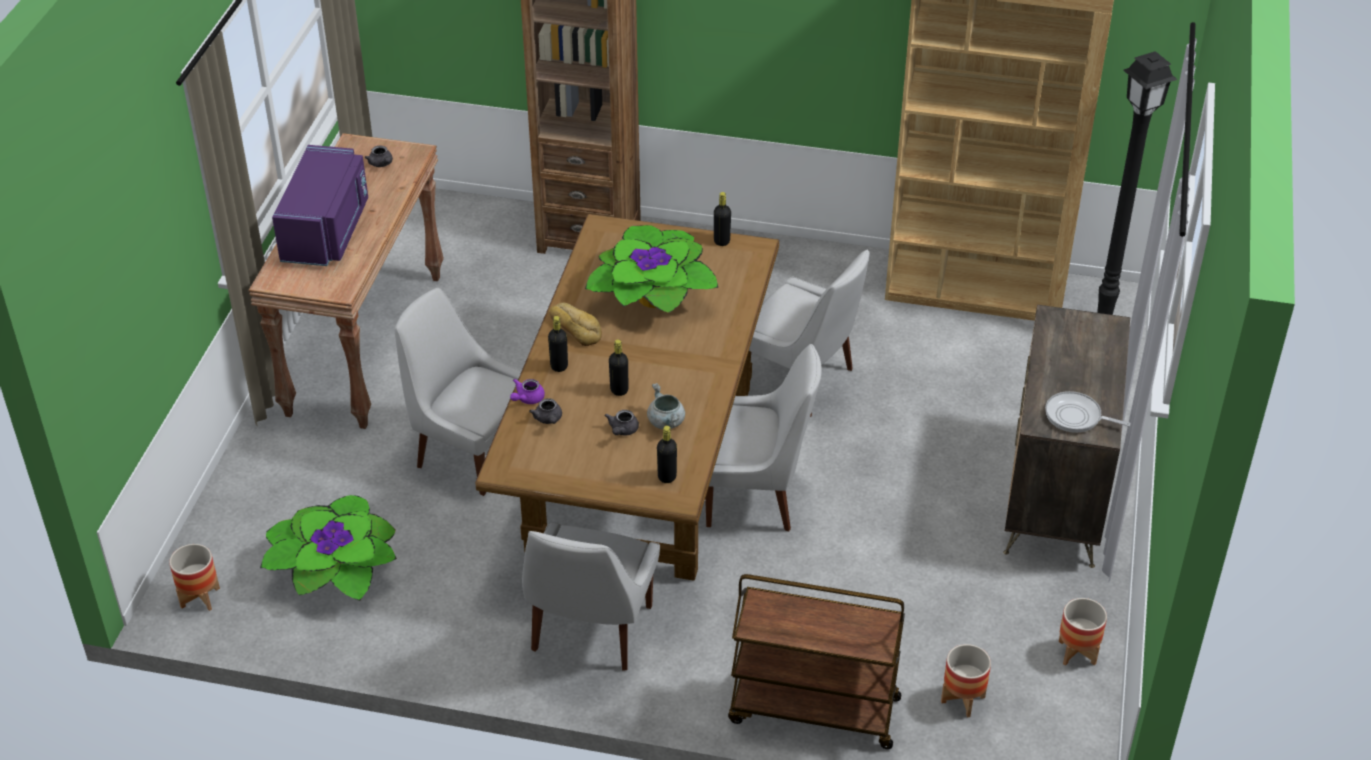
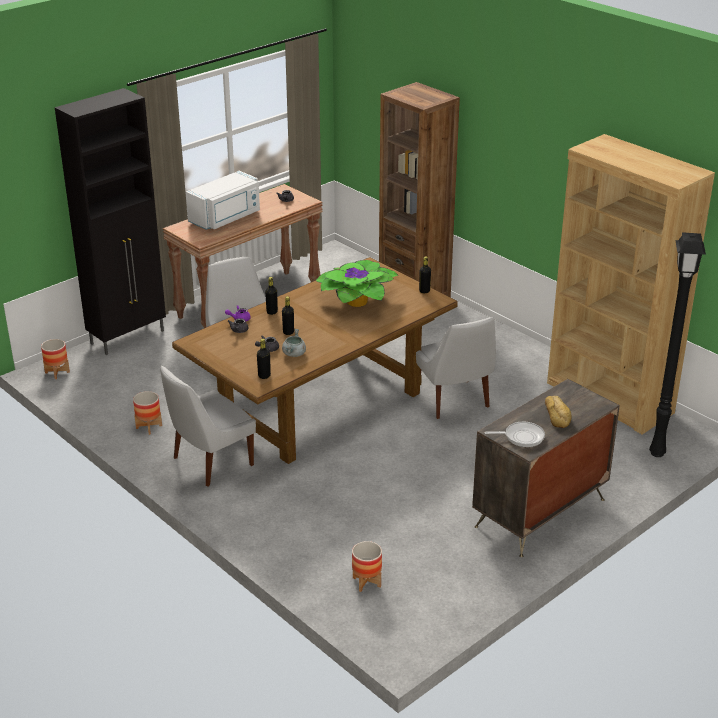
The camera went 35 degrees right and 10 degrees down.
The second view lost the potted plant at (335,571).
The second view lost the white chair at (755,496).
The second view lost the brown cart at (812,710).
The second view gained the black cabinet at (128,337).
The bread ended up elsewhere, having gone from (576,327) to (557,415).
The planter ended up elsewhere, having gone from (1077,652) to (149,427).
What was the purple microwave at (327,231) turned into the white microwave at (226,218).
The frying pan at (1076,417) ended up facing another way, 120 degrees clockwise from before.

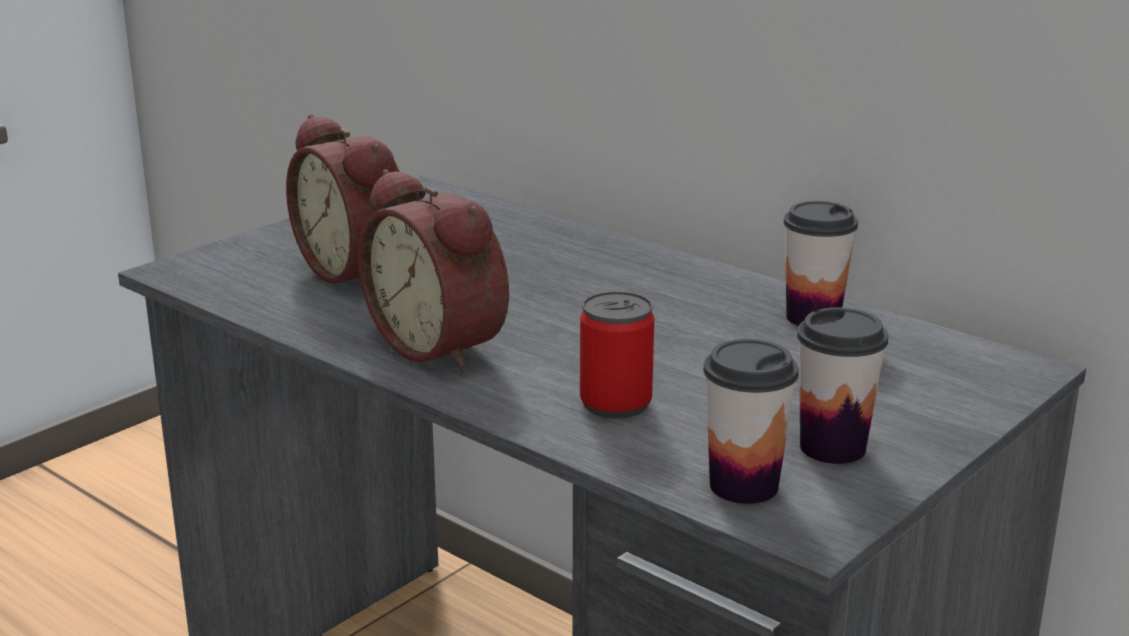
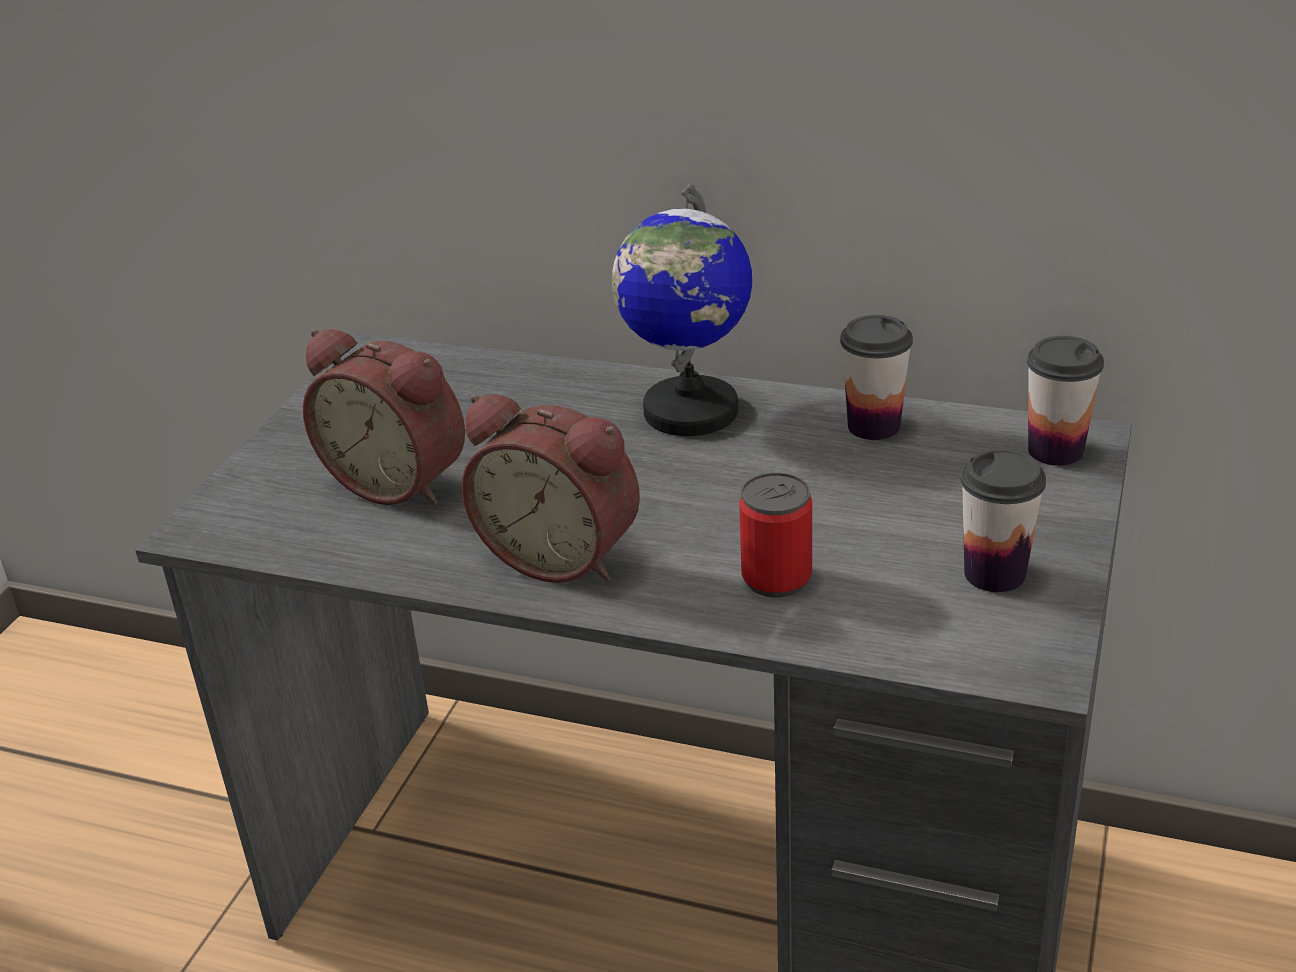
The camera went 20 degrees left and 10 degrees up.
The second view gained the globe at (689,411).
The cup ended up elsewhere, having gone from (743,486) to (1055,451).

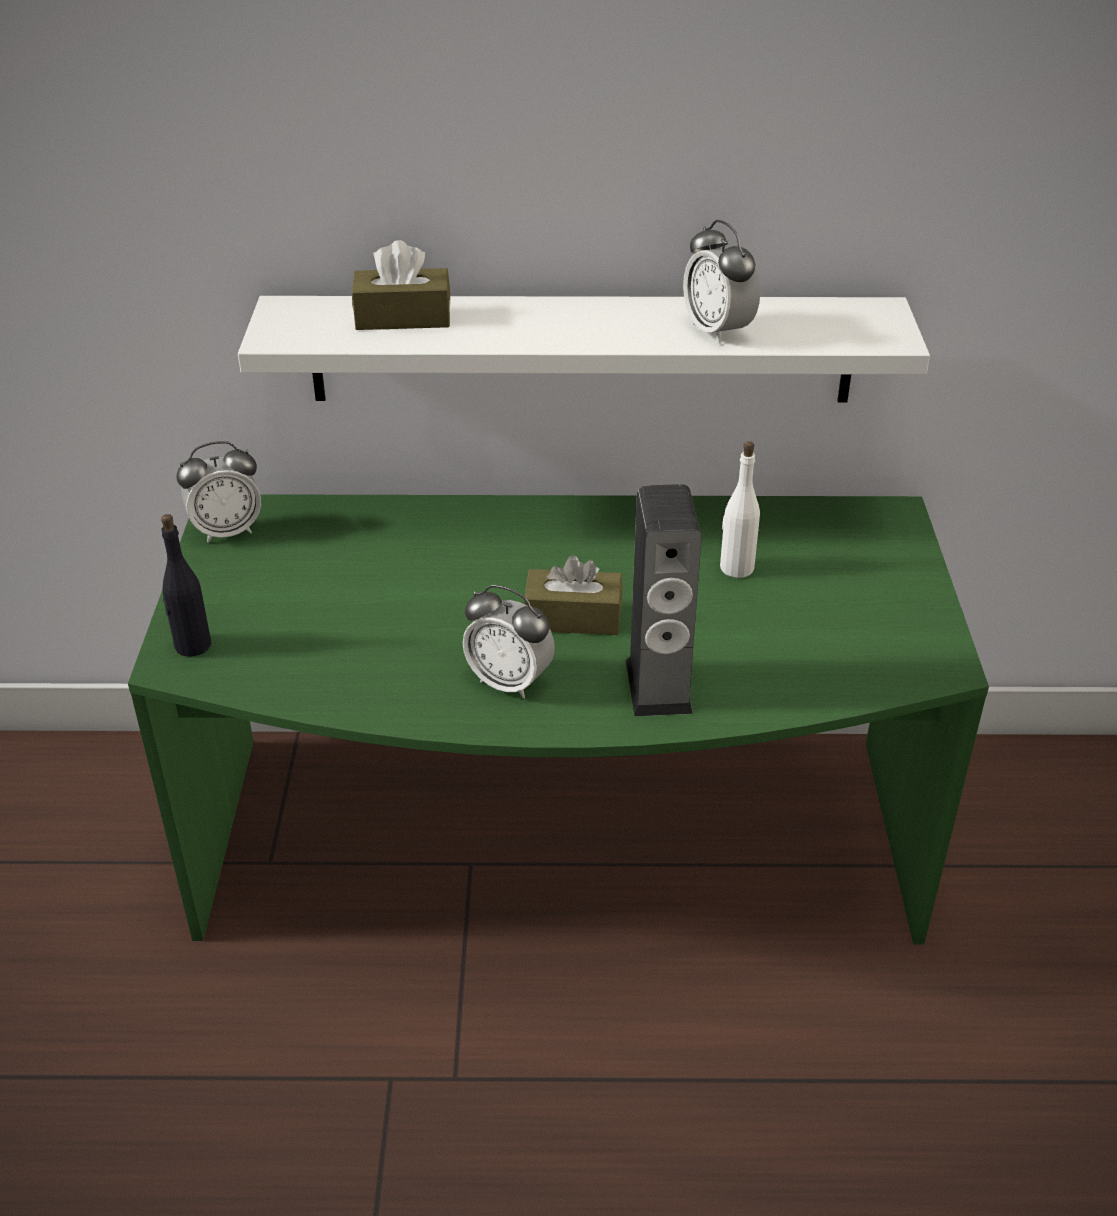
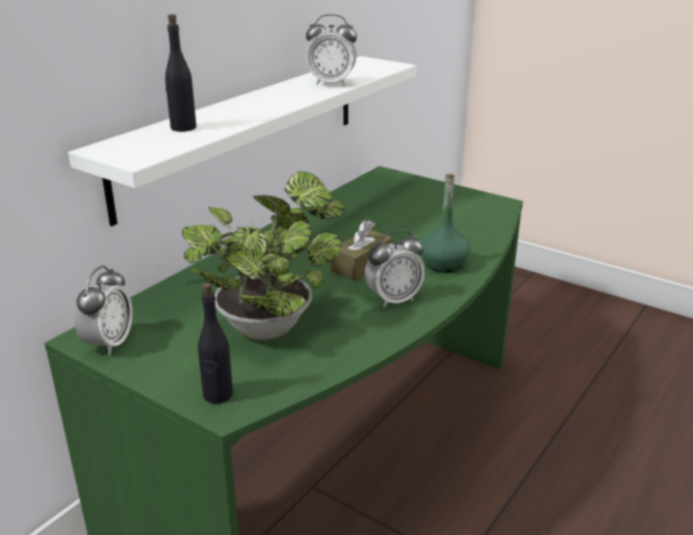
The camera went 55 degrees left and 10 degrees down.
The second view lost the white bottle at (736,568).
The second view gained the potted plant at (270,324).
Where the brown tissue box stood at (403,317), the black bottle came to stand at (183,128).
Where the speaker stood at (658,686), the green bottle came to stand at (443,264).

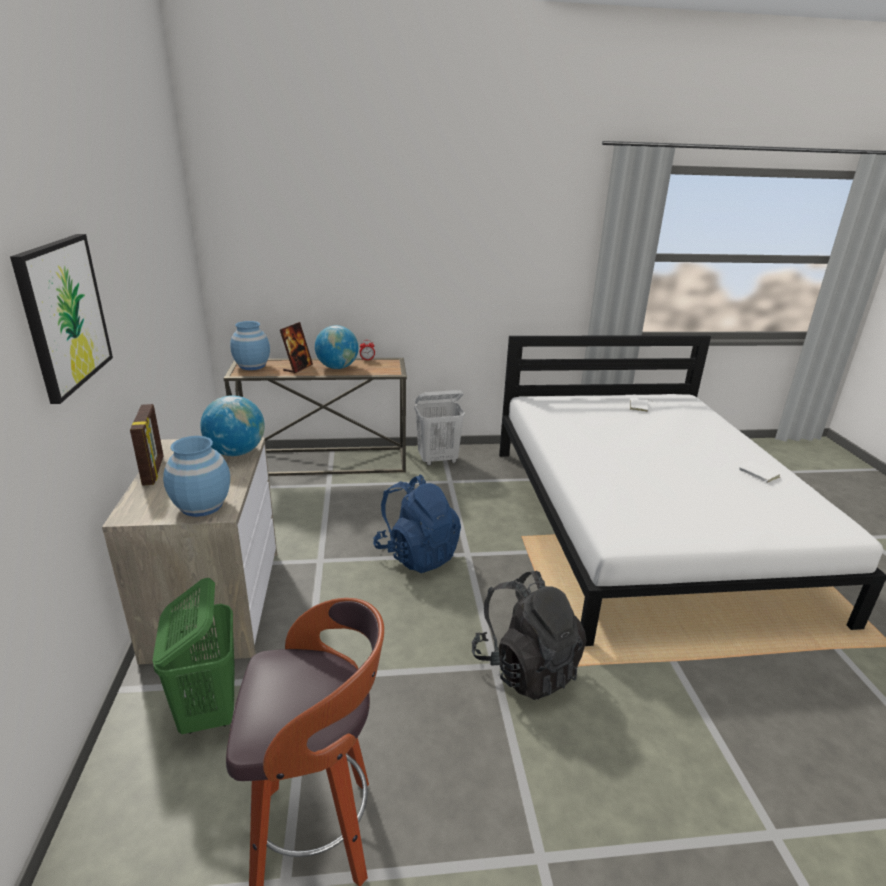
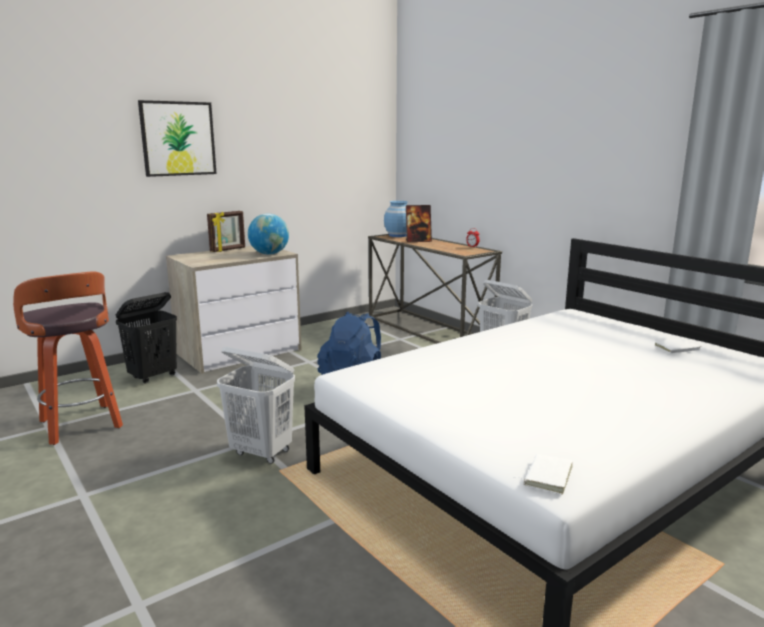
The camera went 60 degrees right and 10 degrees down.
The second view lost the blue vase at (202,506).
The second view lost the globe at (337,367).
The white book ended up elsewhere, having gone from (758,474) to (546,476).
Where the black backpack stood at (526,667), the white laundry basket came to stand at (261,452).
What was the green laundry basket at (209,710) turned into the black laundry basket at (153,376).

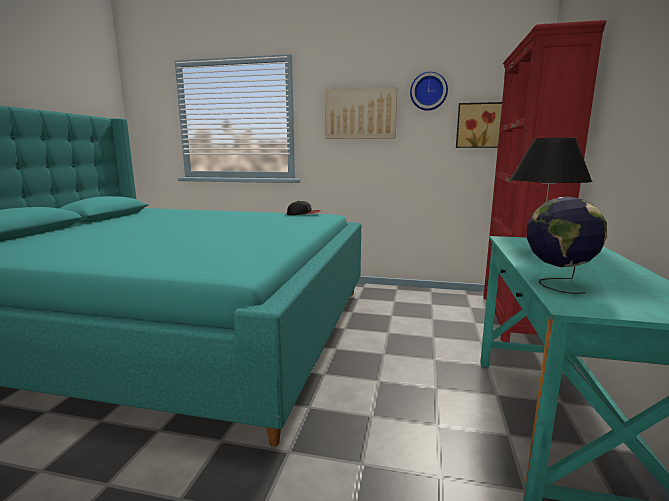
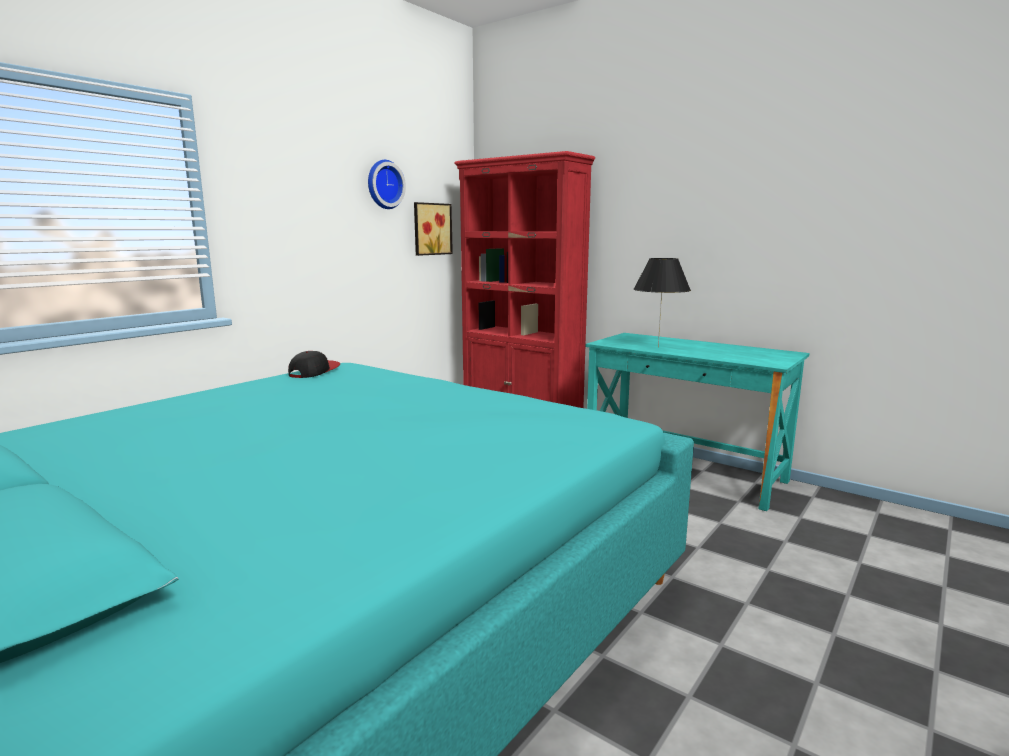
The camera went 65 degrees left and 0 degrees up.
The second view lost the picture at (360,114).
The second view lost the globe at (557,283).

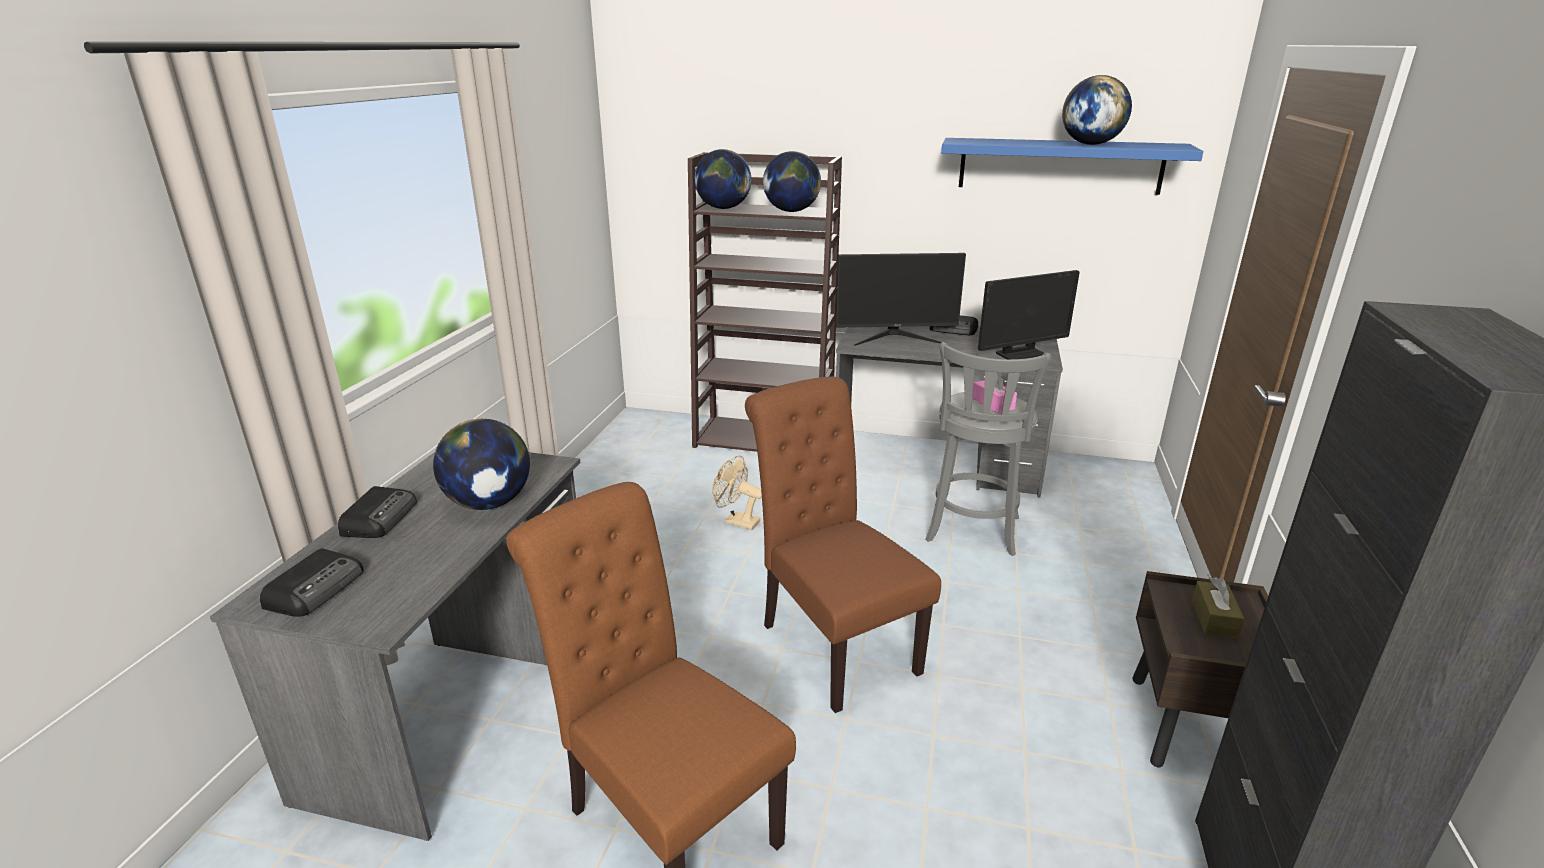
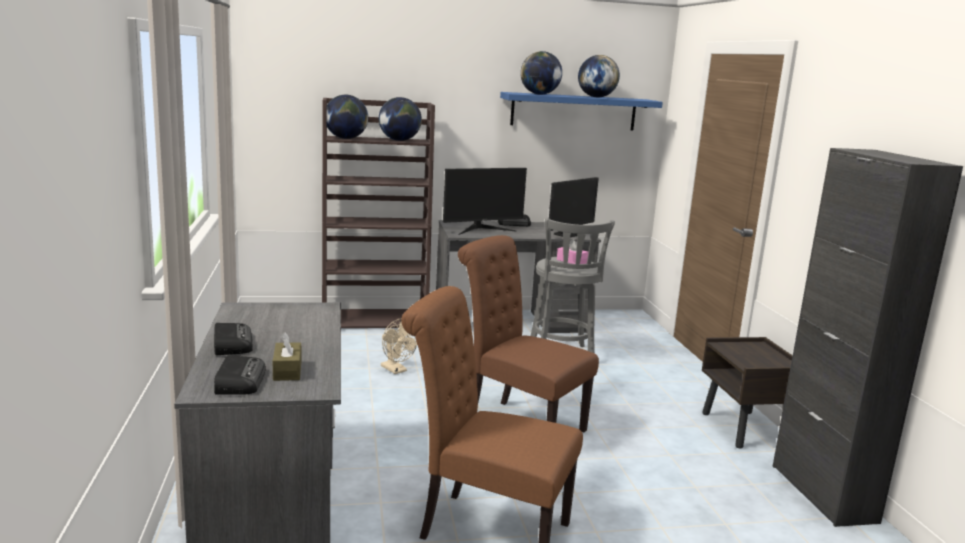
The camera went 25 degrees left and 10 degrees down.
The globe ended up elsewhere, having gone from (489,503) to (539,94).
The brown tissue box ended up elsewhere, having gone from (1214,619) to (287,370).
The beige fan at (736,521) ended up facing another way, 135 degrees counterclockwise from before.

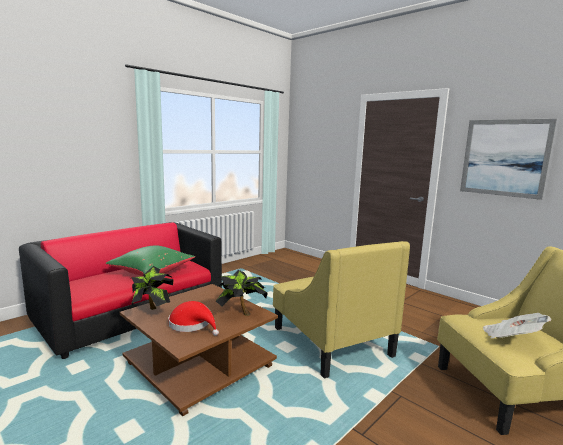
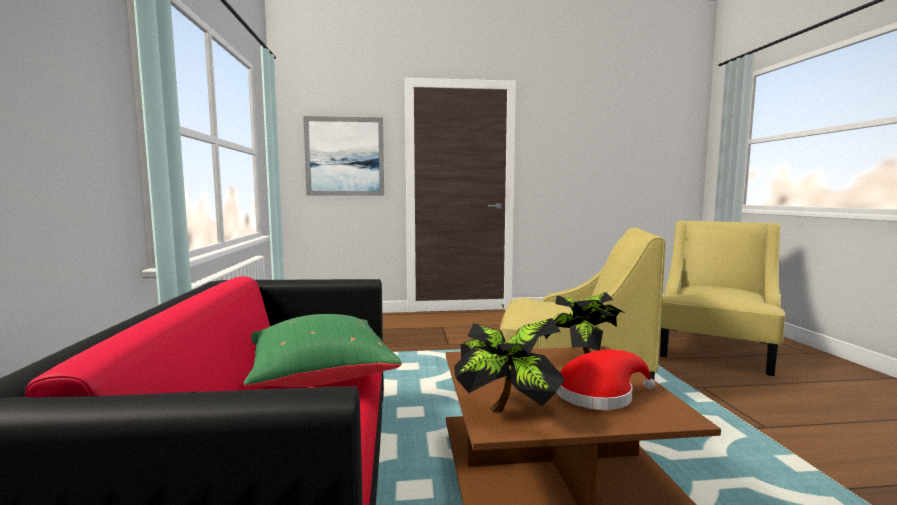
The camera went 50 degrees left and 5 degrees down.
The second view lost the newspaper at (511,338).
The picture ended up elsewhere, having gone from (504,158) to (344,156).

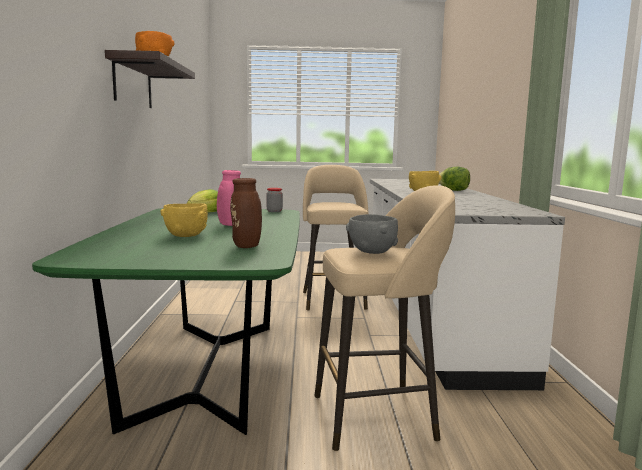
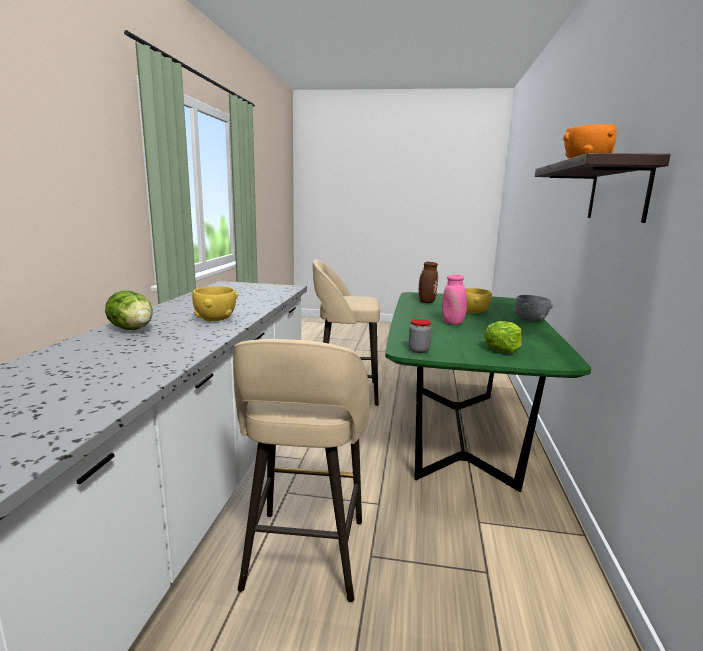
The camera went 170 degrees left and 5 degrees up.
The grey bowl ended up elsewhere, having gone from (372,252) to (530,320).

